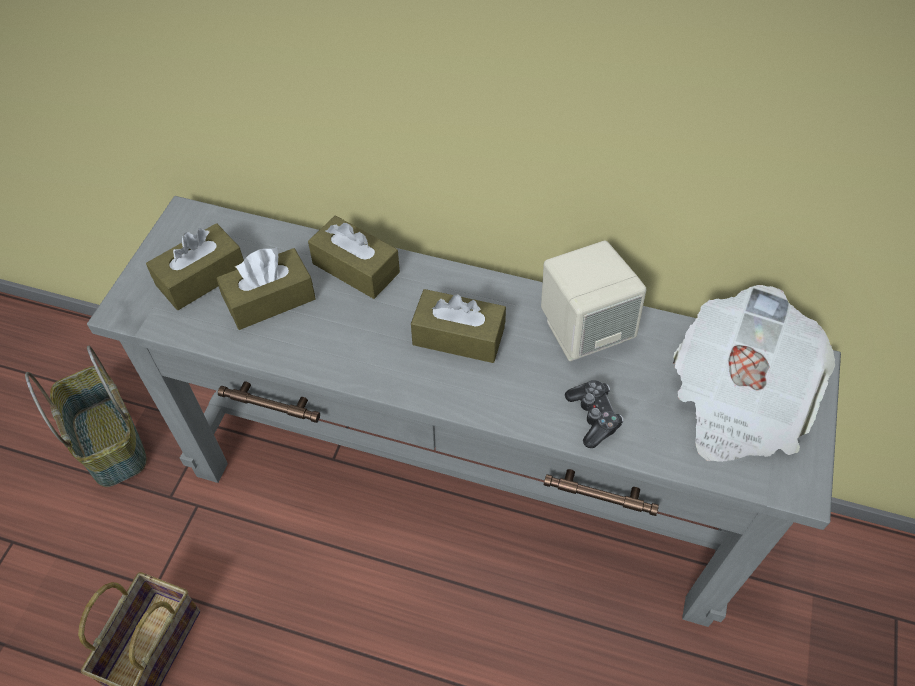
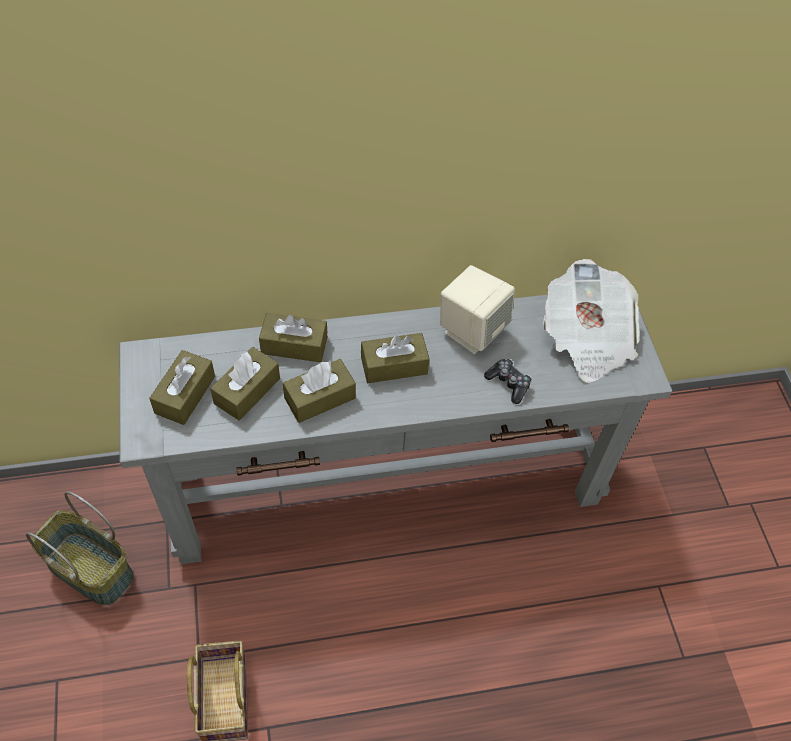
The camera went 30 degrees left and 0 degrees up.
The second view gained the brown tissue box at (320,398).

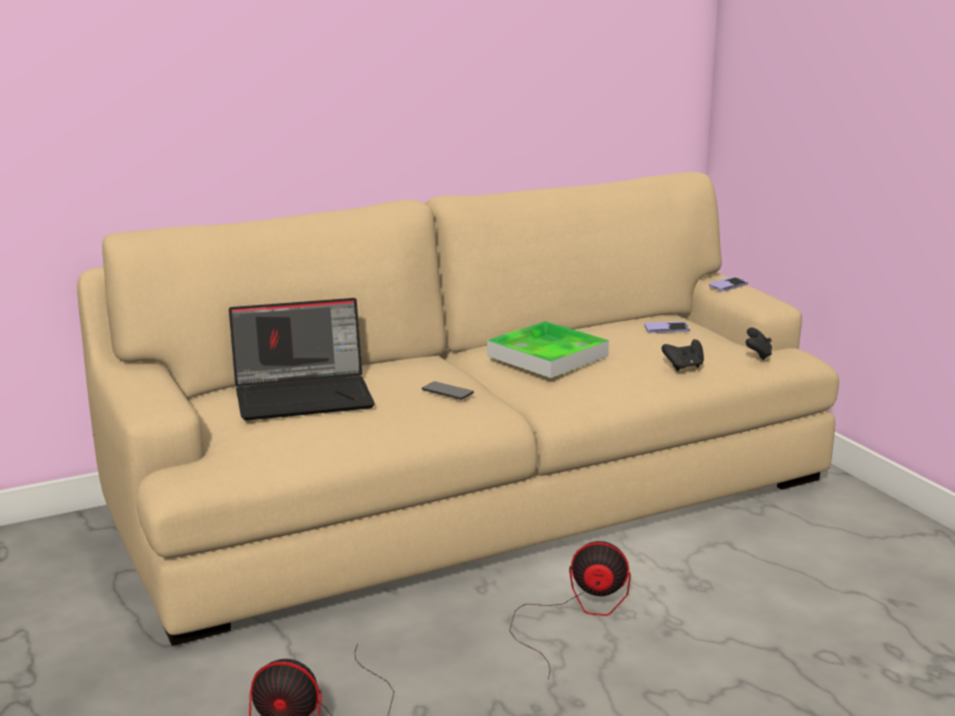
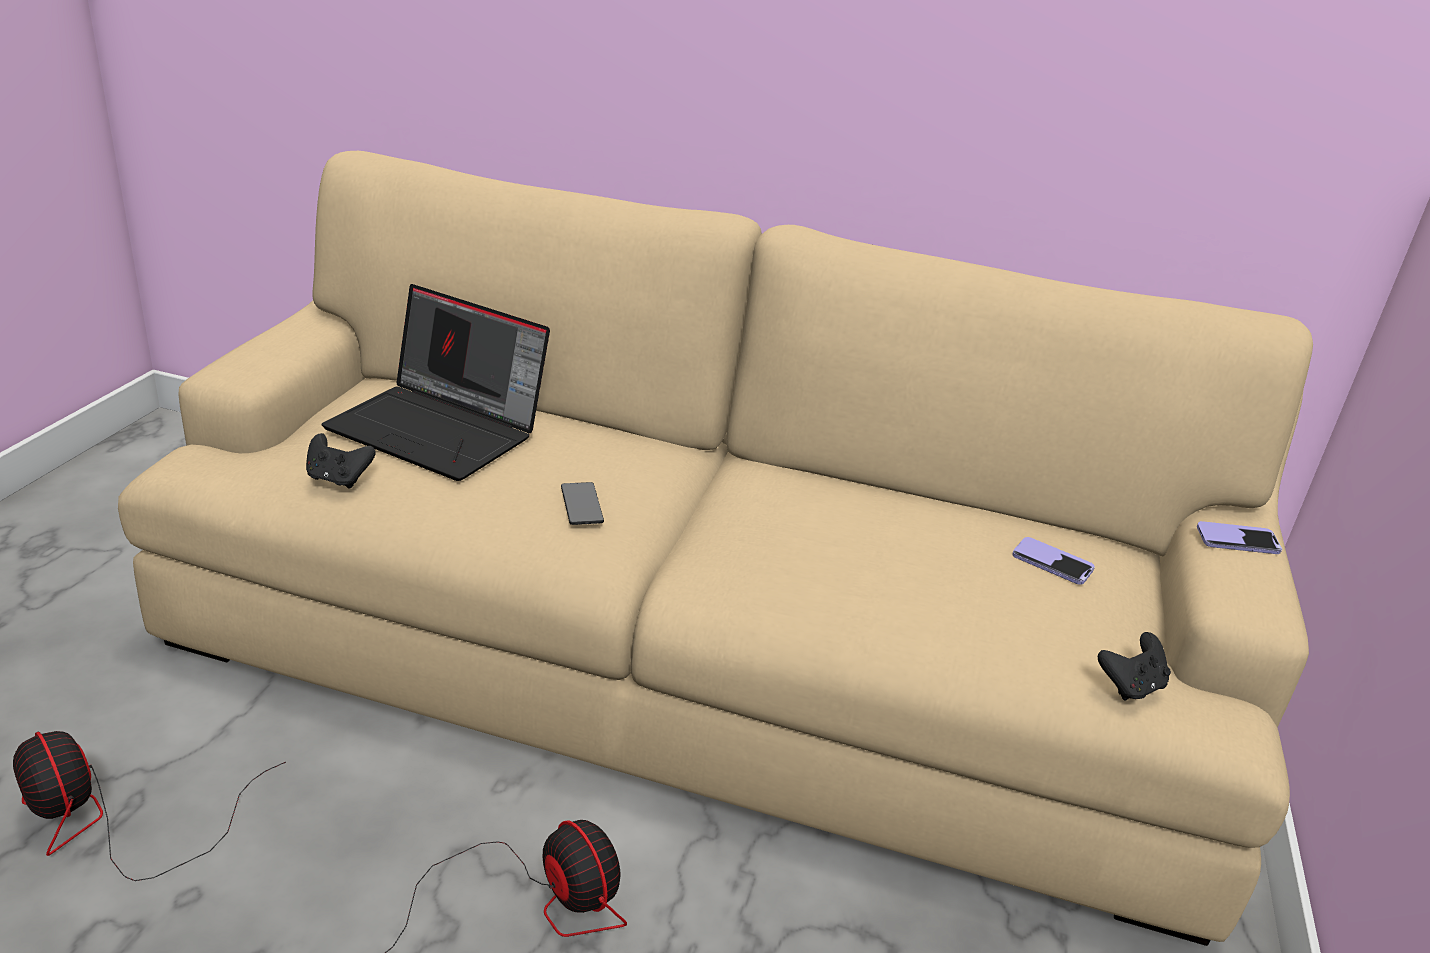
The camera went 40 degrees right and 10 degrees up.
The second view lost the tray at (547,356).
The black game controller ended up elsewhere, having gone from (684,367) to (338,479).

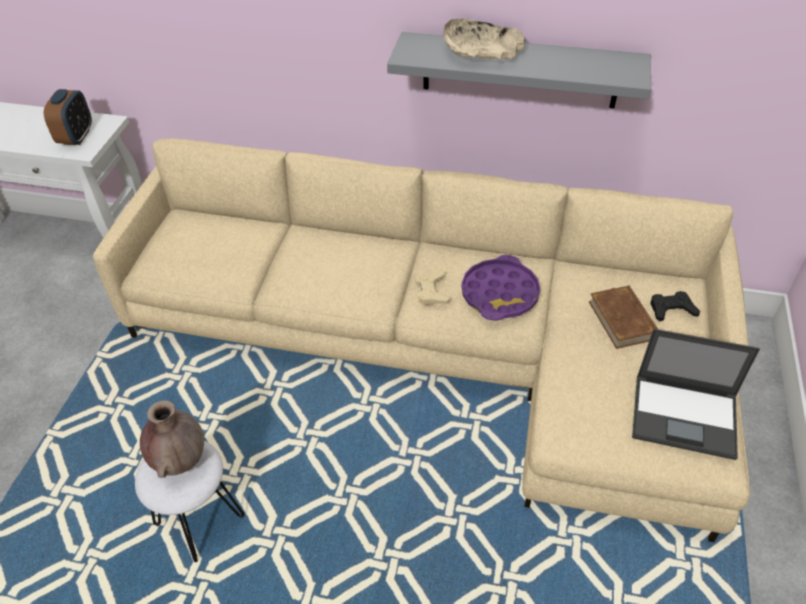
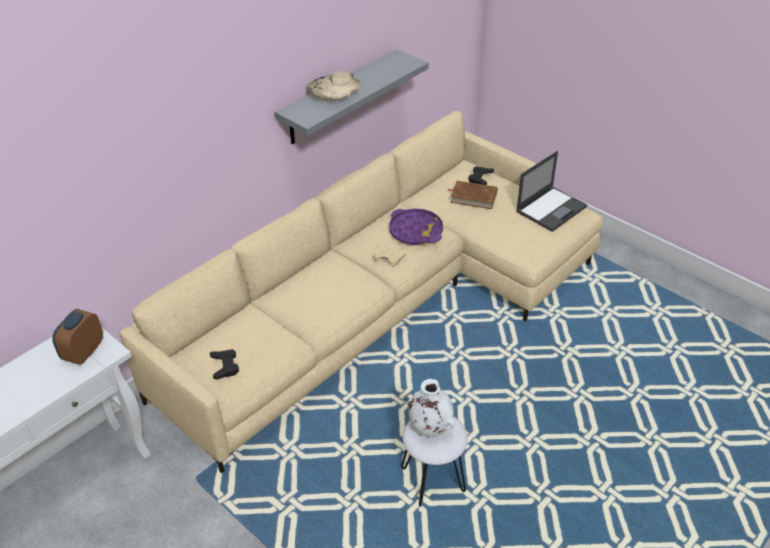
The camera went 60 degrees left and 5 degrees down.
The second view gained the black game controller at (225,366).
What was the brown vase at (180,461) turned into the white vase at (429,428).
The alarm clock at (76,137) ended up facing another way, 105 degrees counterclockwise from before.

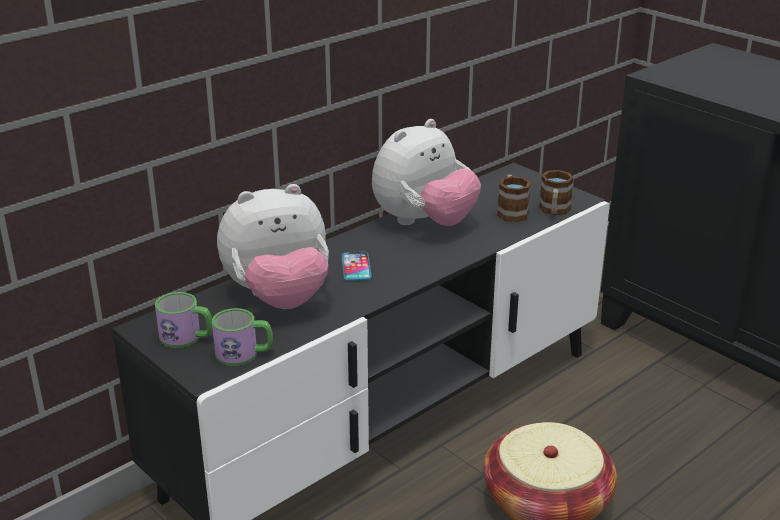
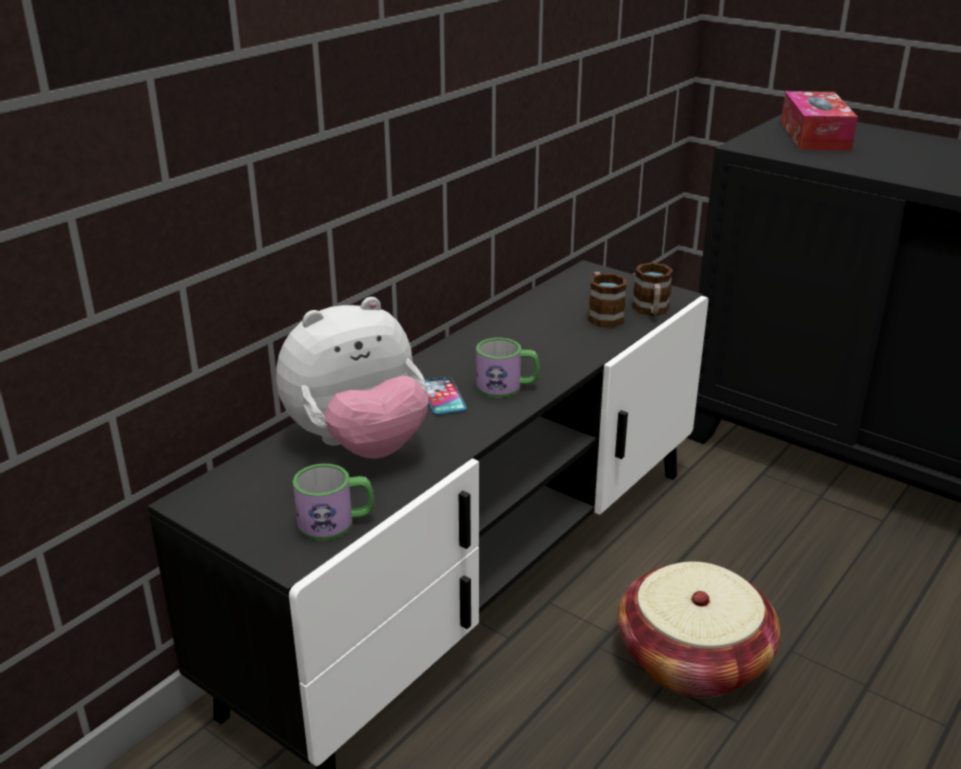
The camera went 10 degrees left and 0 degrees up.
The second view lost the plush toy at (424,223).
The second view gained the tissue box at (814,136).
The mug ended up elsewhere, having gone from (187,337) to (507,387).

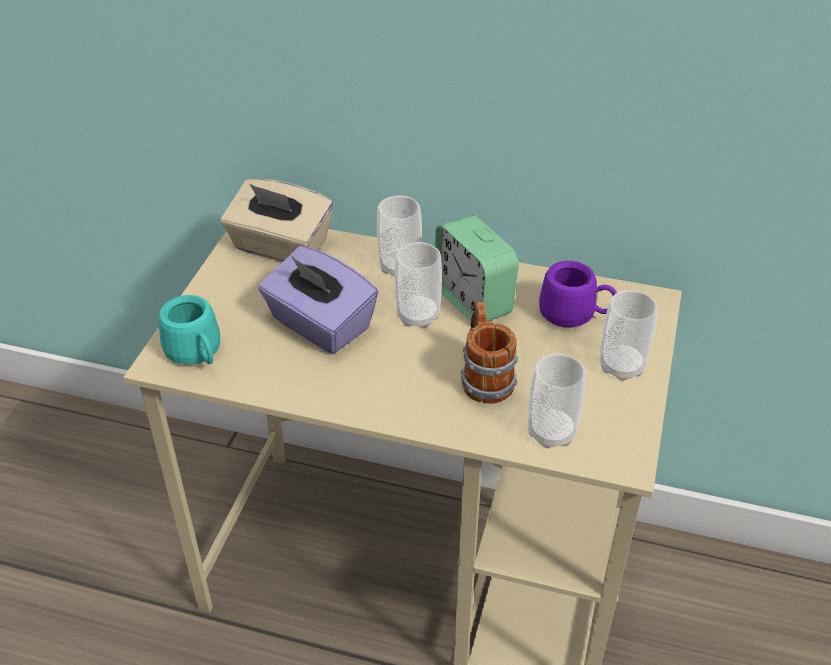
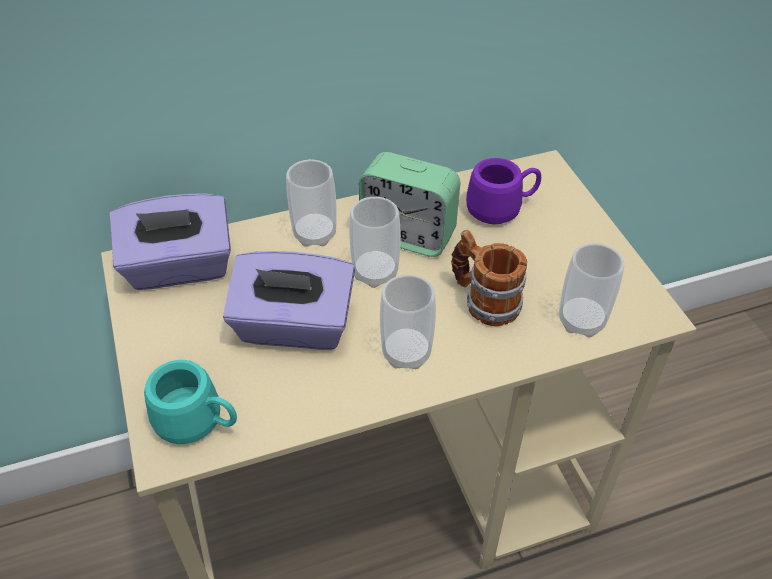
The camera went 35 degrees left and 5 degrees up.
The cup ended up elsewhere, having gone from (621,366) to (406,353).
What was the beige tissue box at (280,247) turned into the purple tissue box at (179,267).

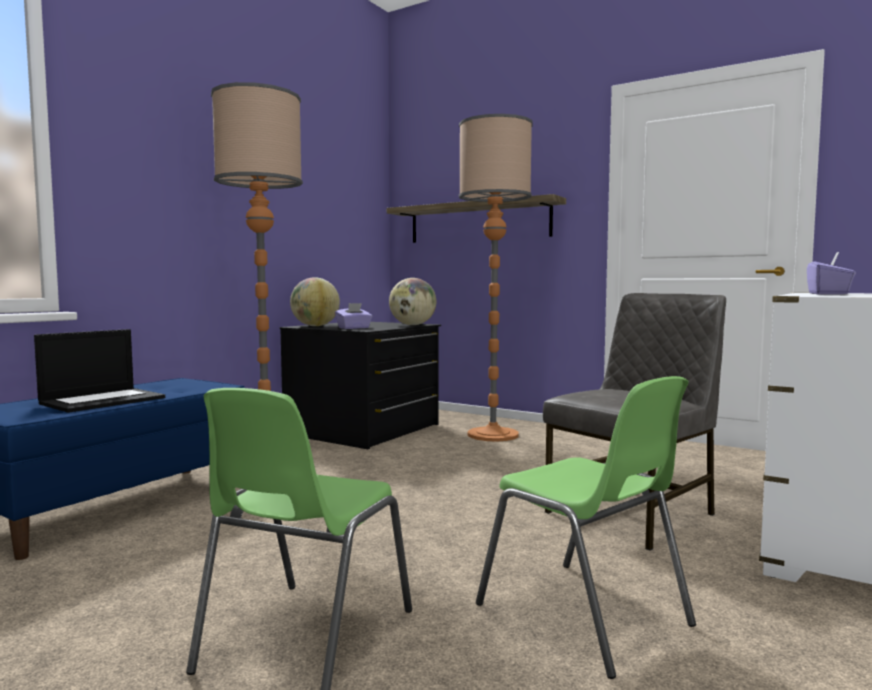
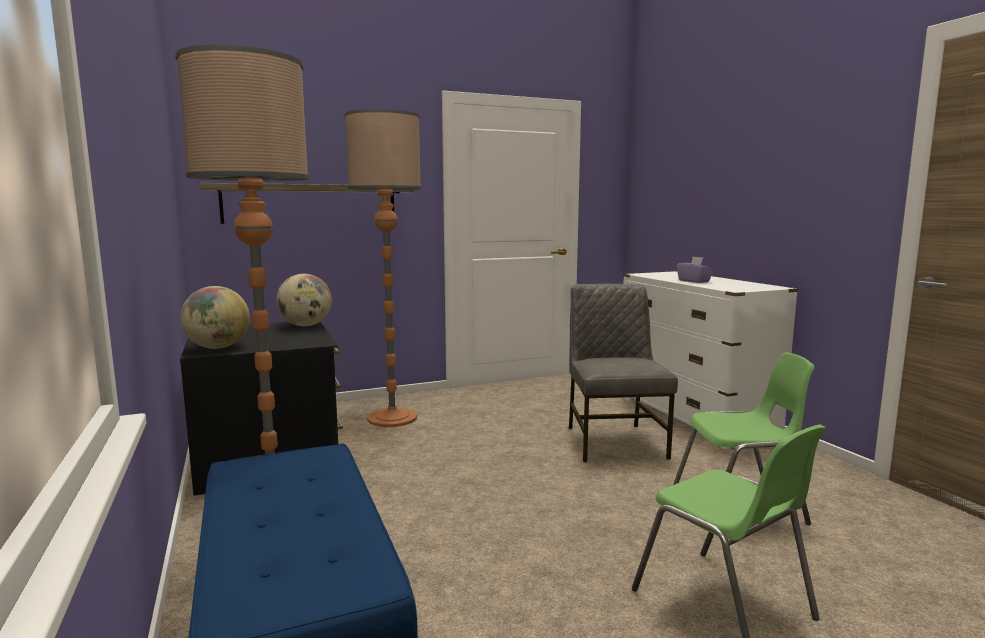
The camera went 55 degrees left and 5 degrees up.
The second view lost the laptop at (103,400).
The second view lost the purple tissue box at (354,328).

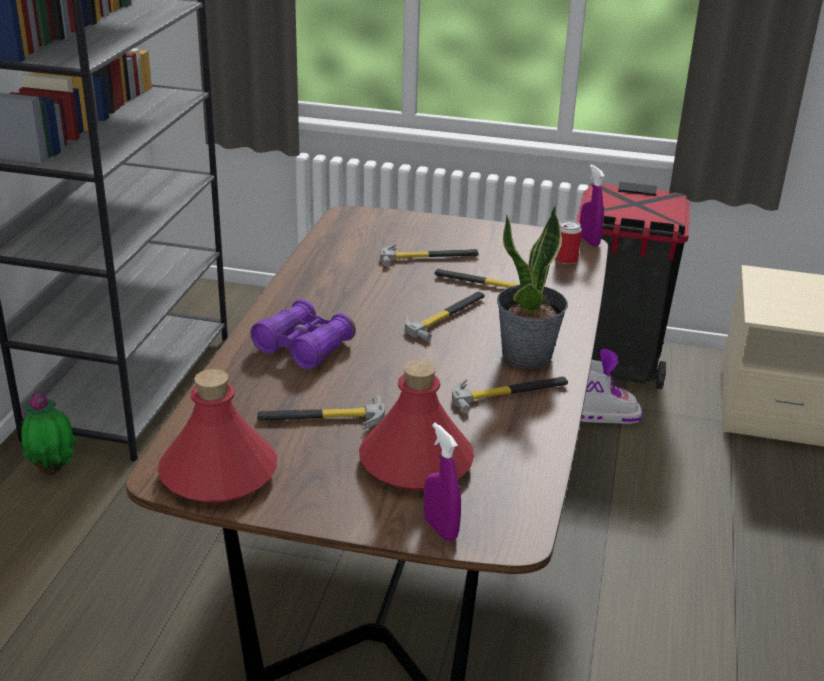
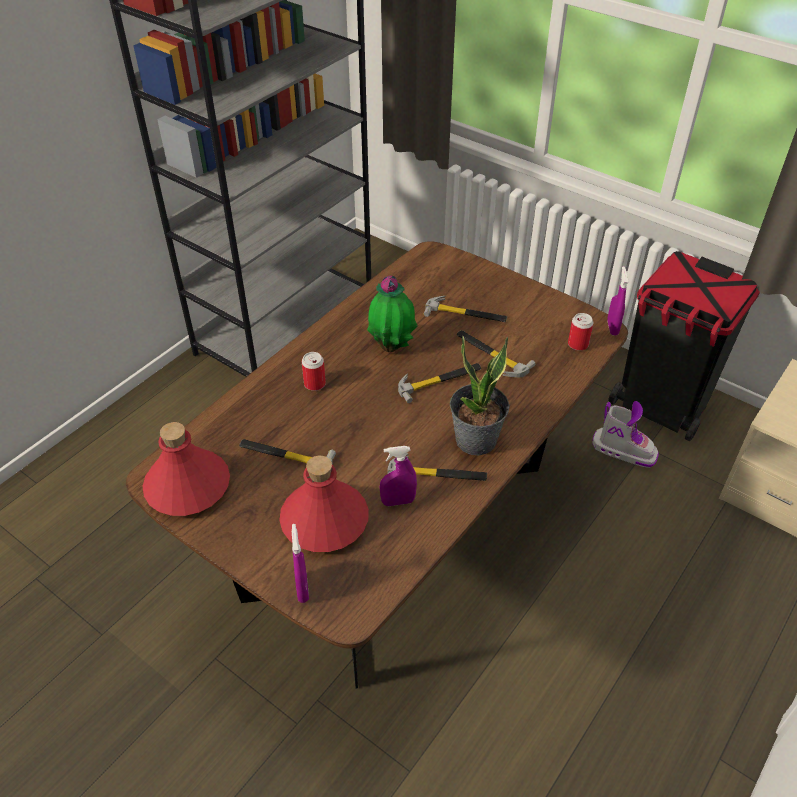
The camera went 25 degrees right and 15 degrees up.
The second view gained the purple spray bottle at (398,501).
The potted plant ended up elsewhere, having gone from (53,469) to (392,346).
Where the purple binoculars stood at (304,347), the can came to stand at (315,384).

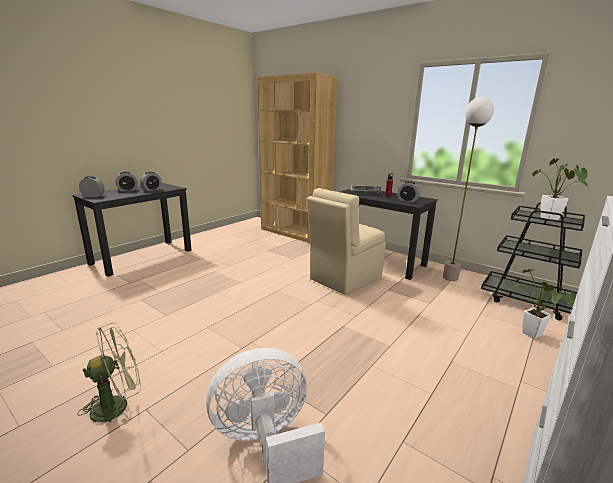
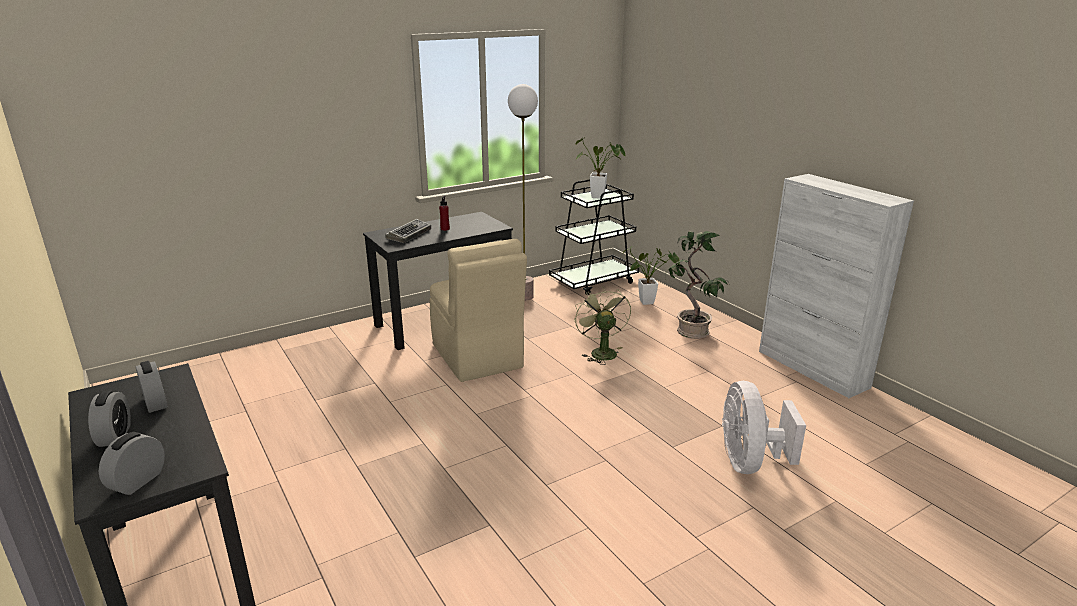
The camera went 70 degrees left and 5 degrees up.
The second view lost the brown bookcase at (294,233).
The second view lost the alarm clock at (407,200).
The second view gained the potted plant at (691,331).
The green fan ended up elsewhere, having gone from (118,405) to (600,352).

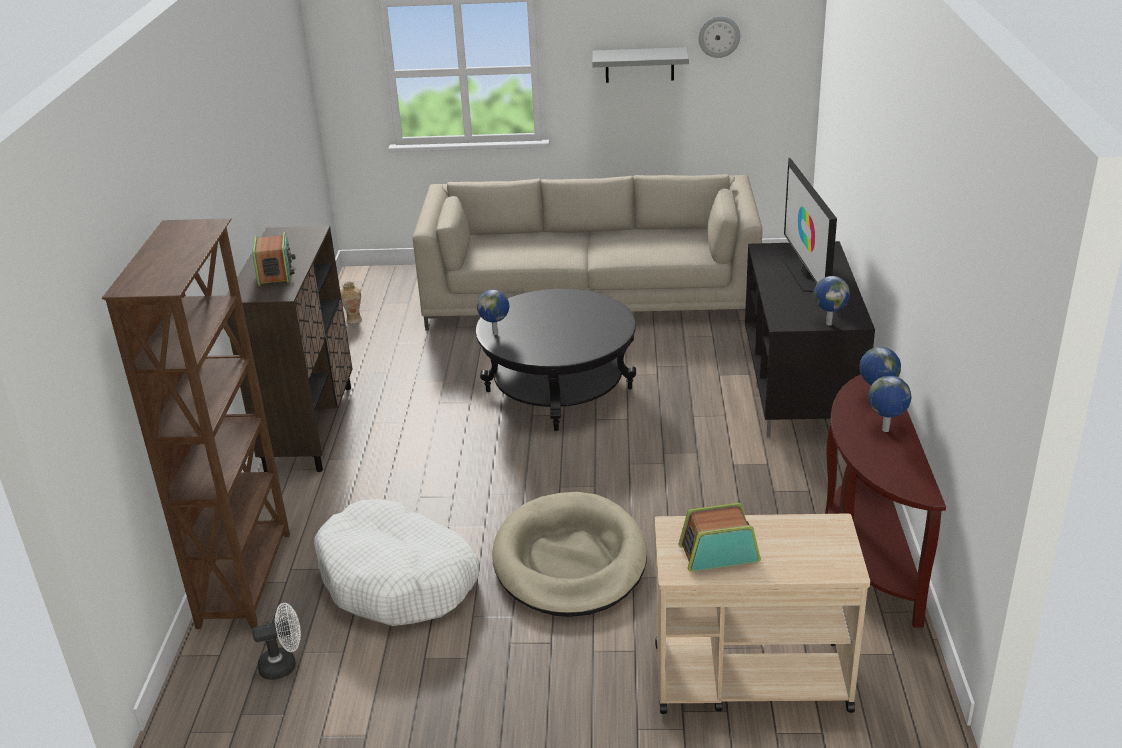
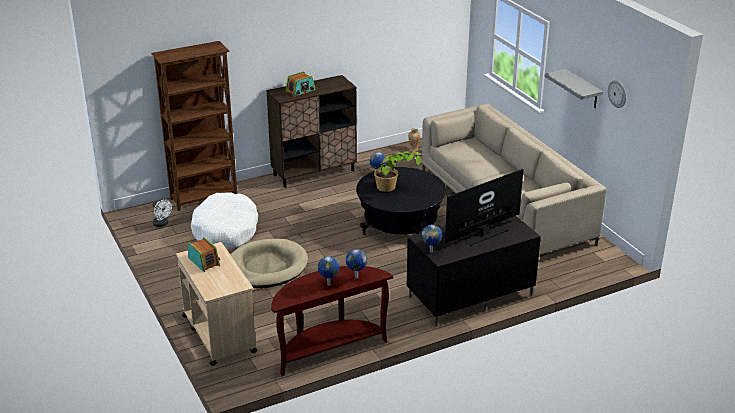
The camera went 60 degrees right and 0 degrees up.
The second view gained the potted plant at (394,190).

